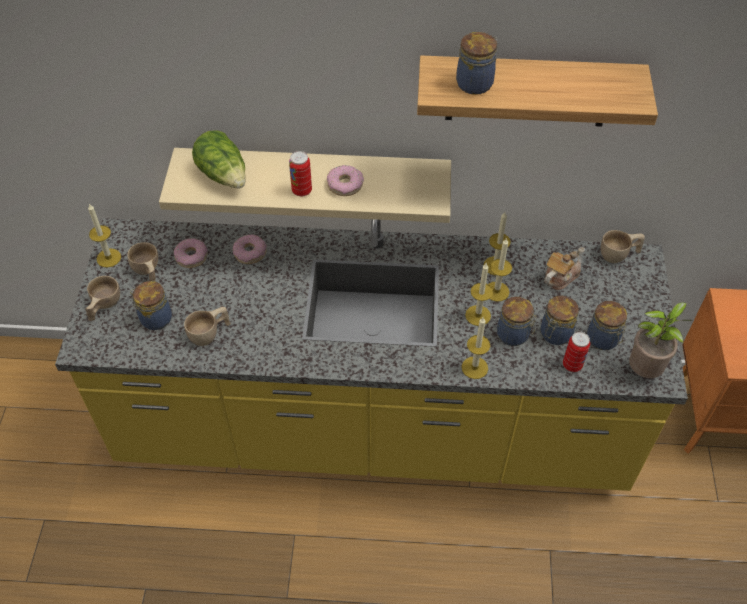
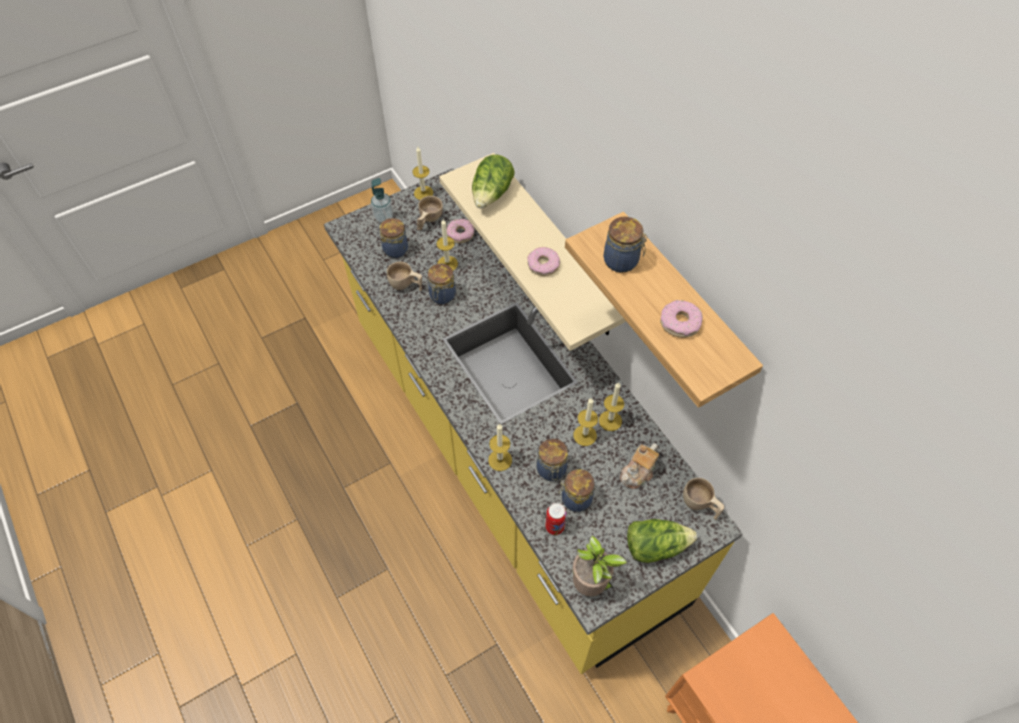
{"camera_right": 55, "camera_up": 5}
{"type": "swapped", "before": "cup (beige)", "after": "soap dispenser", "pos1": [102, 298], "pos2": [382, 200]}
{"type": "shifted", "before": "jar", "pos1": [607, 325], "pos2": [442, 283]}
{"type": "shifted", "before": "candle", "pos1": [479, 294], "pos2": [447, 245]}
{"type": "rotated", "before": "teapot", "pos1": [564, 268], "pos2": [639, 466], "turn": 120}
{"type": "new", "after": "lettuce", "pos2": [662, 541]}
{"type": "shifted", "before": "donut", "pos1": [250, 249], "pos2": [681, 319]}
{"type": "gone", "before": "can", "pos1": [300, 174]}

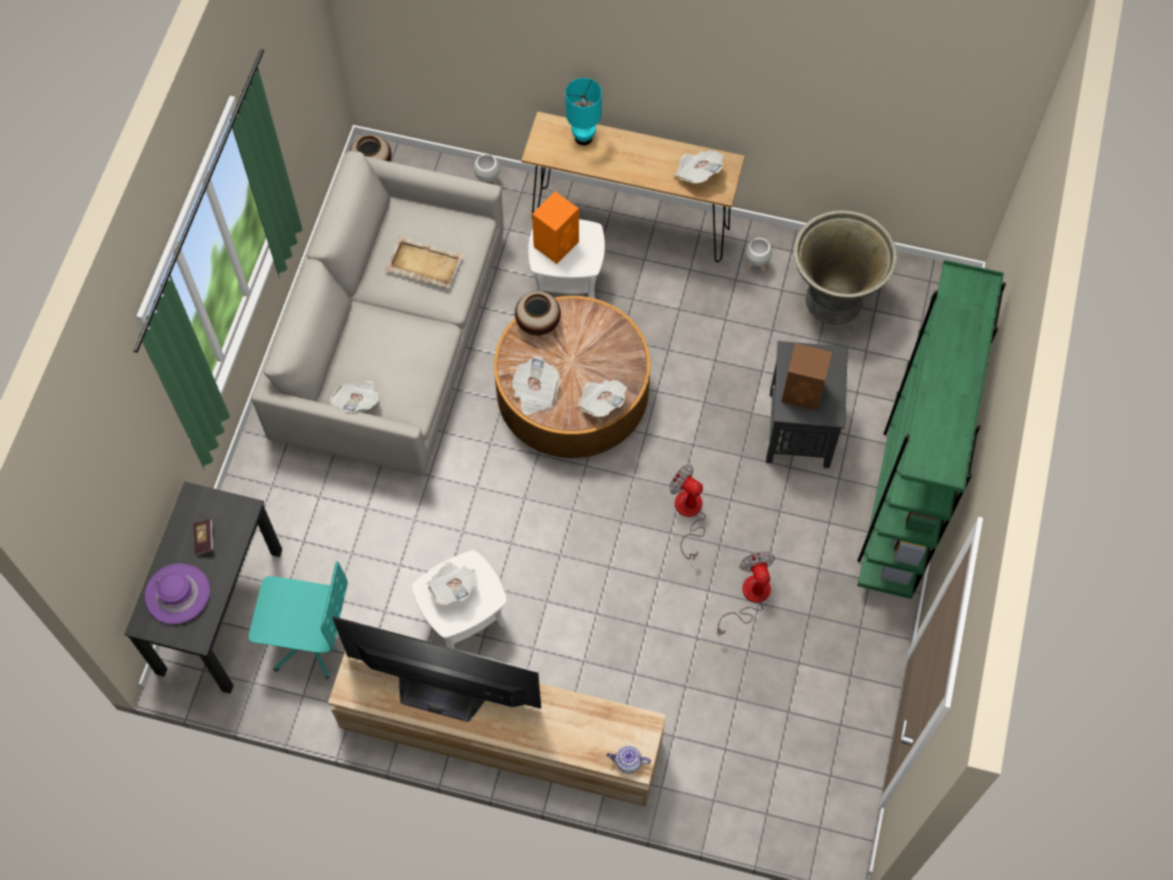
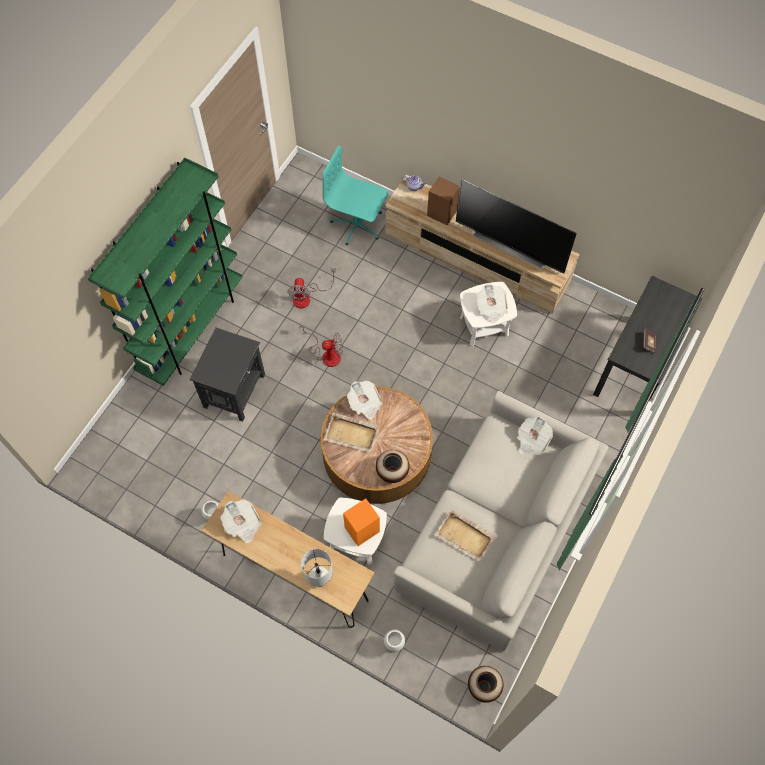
{"camera_right": -165, "camera_up": 0}
{"type": "rotated", "before": "fan", "pos1": [687, 512], "pos2": [320, 346], "turn": -60}
{"type": "repainted", "before": "table lamp (turquoise)", "after": "table lamp (white)", "pos1": [583, 111], "pos2": [317, 568]}
{"type": "shifted", "before": "office chair (turquoise)", "pos1": [298, 620], "pos2": [355, 195]}
{"type": "new", "after": "tray (beige)", "pos2": [351, 433]}
{"type": "shifted", "before": "speaker (brown)", "pos1": [806, 376], "pos2": [443, 200]}
{"type": "gone", "before": "hat (purple)", "pos1": [177, 594]}
{"type": "gone", "before": "newspaper", "pos1": [535, 386]}
{"type": "gone", "before": "planter (grey)", "pos1": [845, 267]}

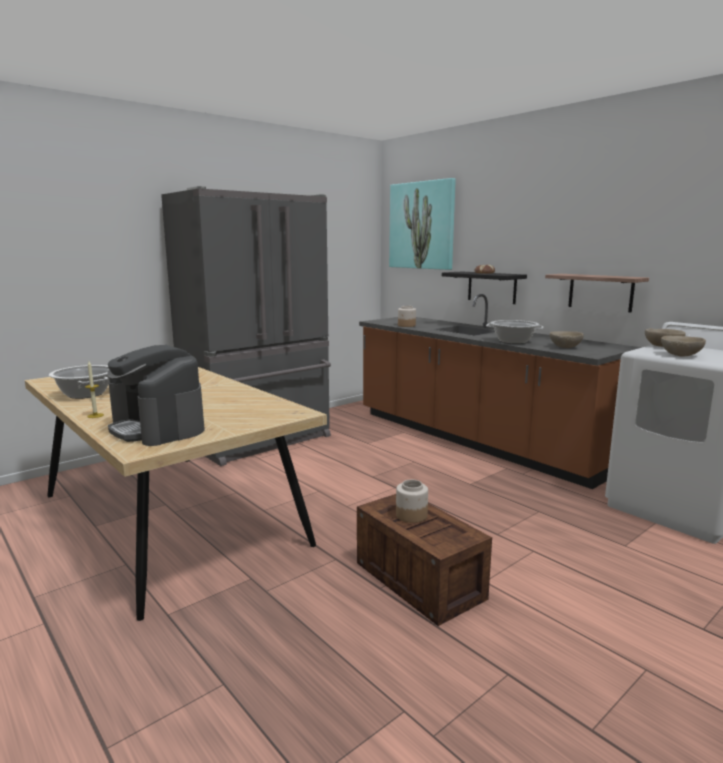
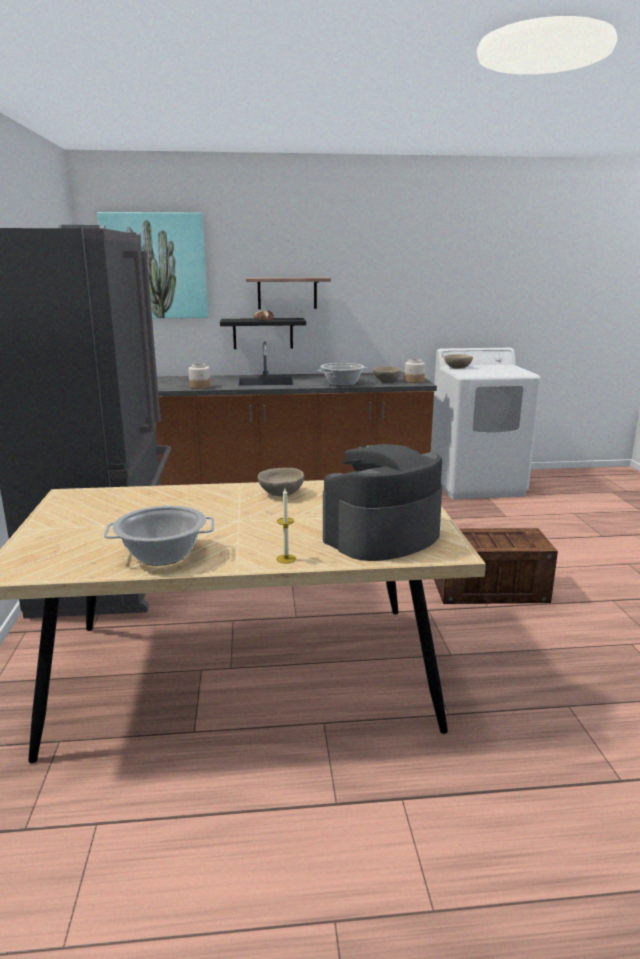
{"camera_right": -55, "camera_up": 5}
{"type": "shifted", "before": "shelf", "pos1": [597, 293], "pos2": [288, 293]}
{"type": "shifted", "before": "bowl (beige)", "pos1": [683, 346], "pos2": [281, 482]}
{"type": "rotated", "before": "coffee machine", "pos1": [156, 395], "pos2": [382, 502], "turn": 150}
{"type": "shifted", "before": "jar", "pos1": [412, 501], "pos2": [414, 371]}

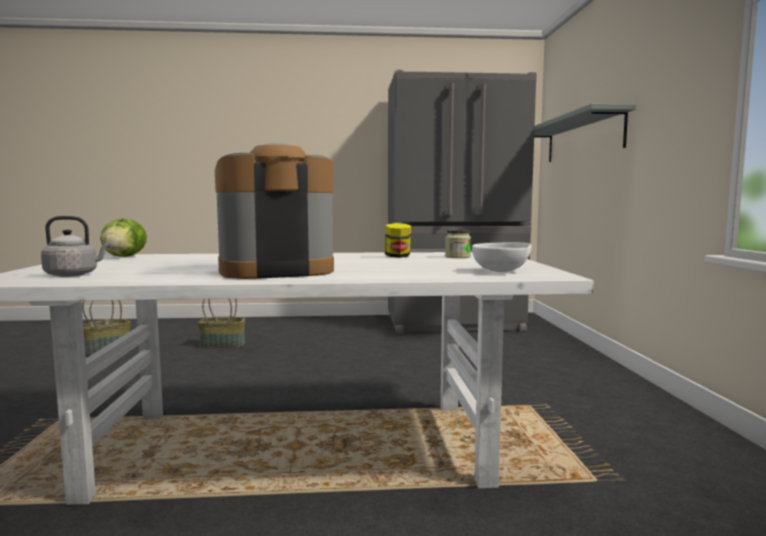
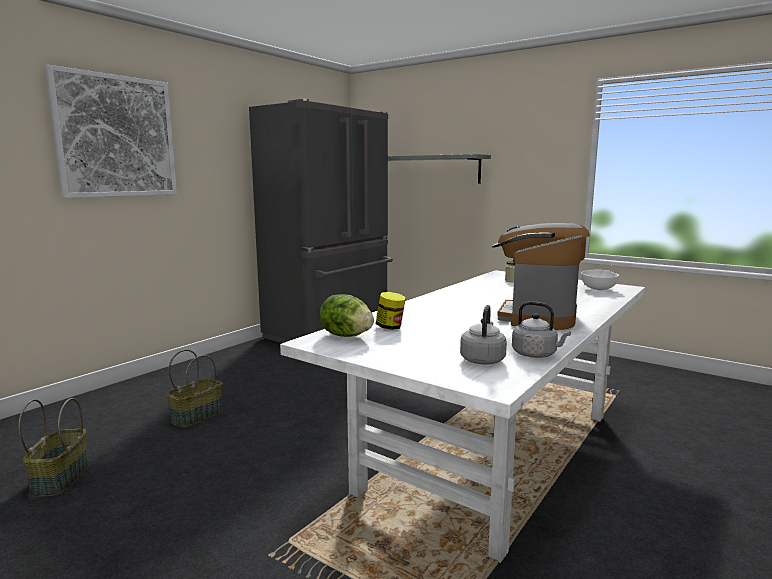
{"camera_right": -50, "camera_up": 5}
{"type": "new", "after": "picture", "pos2": [111, 131]}
{"type": "shifted", "before": "jar", "pos1": [398, 240], "pos2": [391, 311]}
{"type": "new", "after": "kettle (grey)", "pos2": [541, 329]}

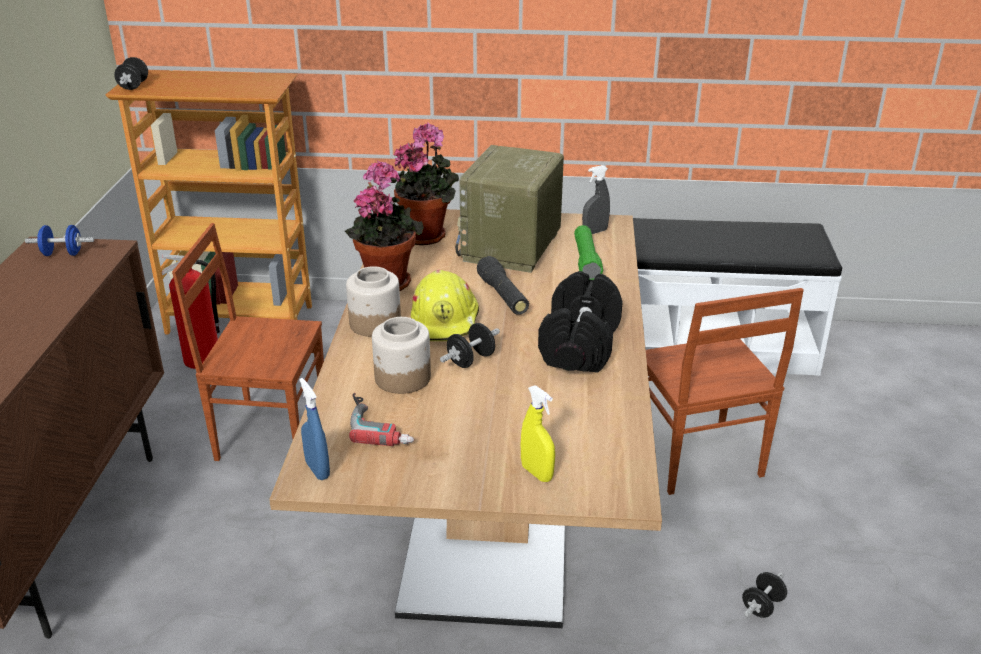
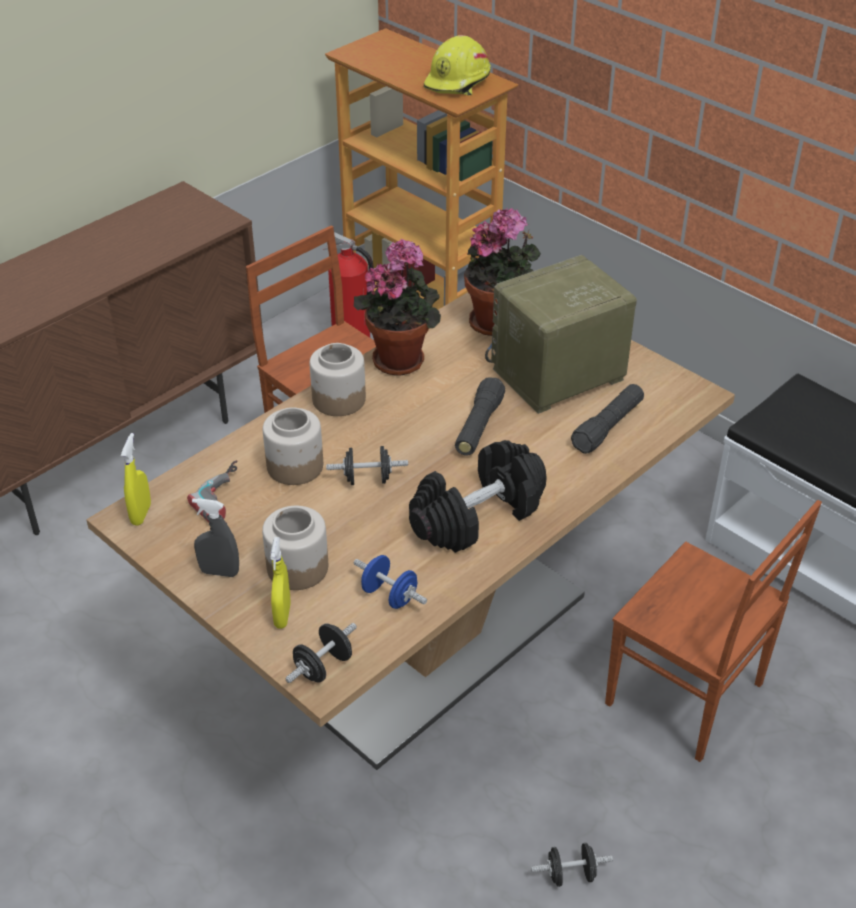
{"camera_right": 40, "camera_up": 10}
{"type": "repainted", "before": "spray bottle (blue)", "after": "spray bottle (yellow)", "pos1": [315, 429], "pos2": [136, 479]}
{"type": "shifted", "before": "spray bottle (grey)", "pos1": [596, 199], "pos2": [215, 537]}
{"type": "new", "after": "jar", "pos2": [295, 548]}
{"type": "shifted", "before": "dumbbell (black)", "pos1": [131, 73], "pos2": [321, 653]}
{"type": "shifted", "before": "dumbbell (blue)", "pos1": [59, 240], "pos2": [390, 582]}
{"type": "shifted", "before": "hard hat (yellow)", "pos1": [445, 305], "pos2": [457, 65]}
{"type": "repainted", "before": "flashlight (green)", "after": "flashlight (black)", "pos1": [588, 252], "pos2": [607, 419]}
{"type": "rotated", "before": "chair (brown)", "pos1": [725, 391], "pos2": [713, 631], "turn": -75}

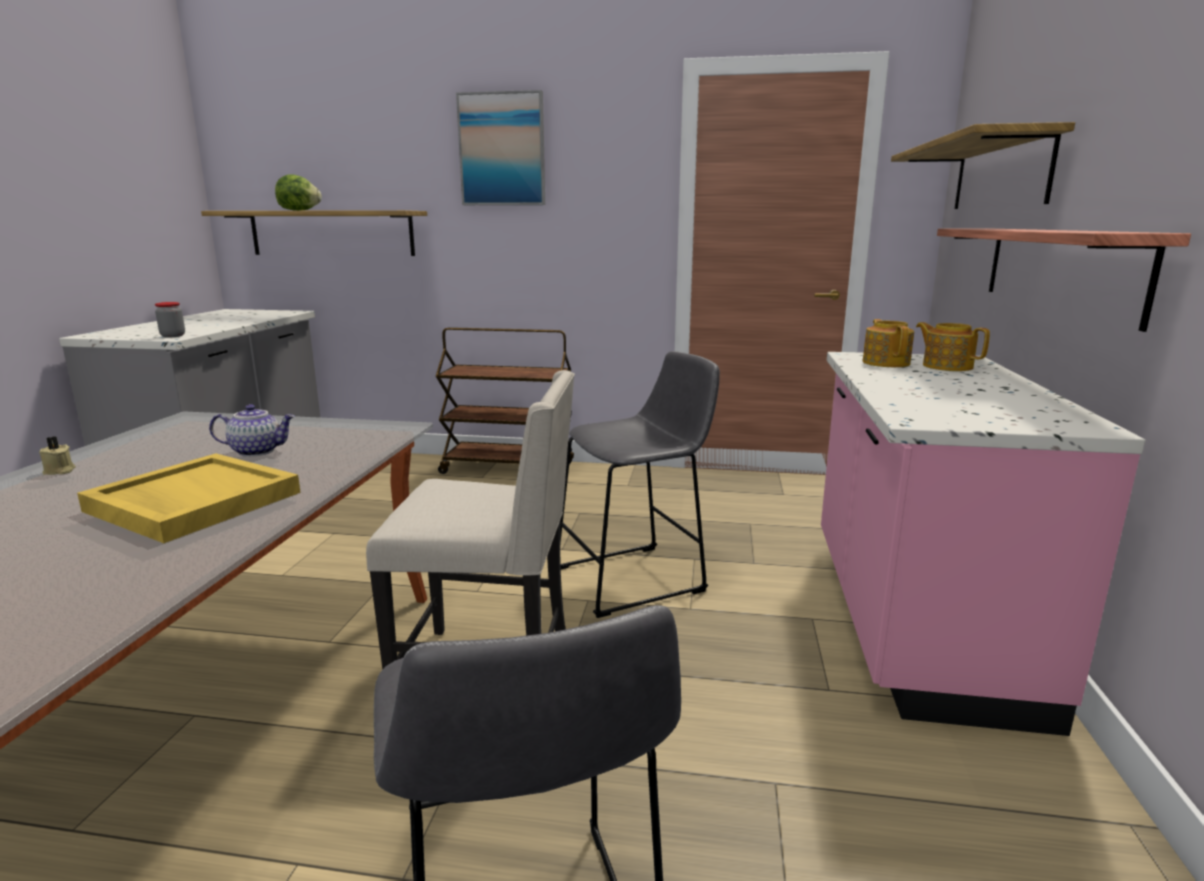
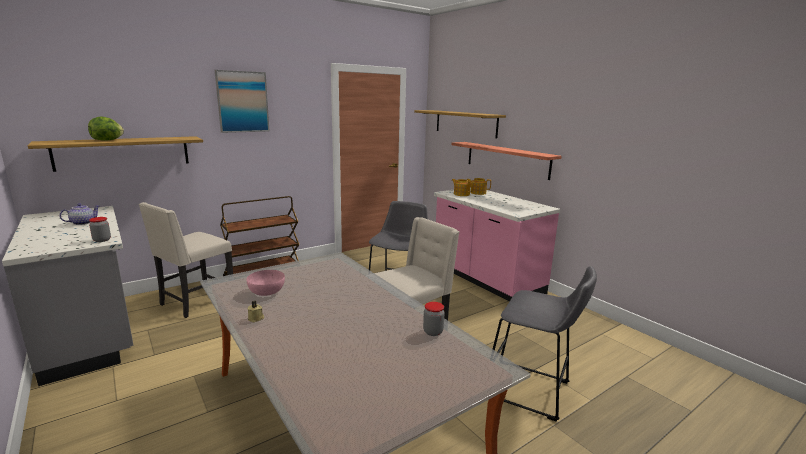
{"camera_right": -45, "camera_up": 0}
{"type": "shifted", "before": "teapot", "pos1": [252, 430], "pos2": [79, 214]}
{"type": "new", "after": "chair (beige)", "pos2": [186, 260]}
{"type": "new", "after": "bowl (pink)", "pos2": [266, 283]}
{"type": "new", "after": "jar", "pos2": [434, 319]}
{"type": "gone", "before": "tray (yellow)", "pos1": [189, 498]}

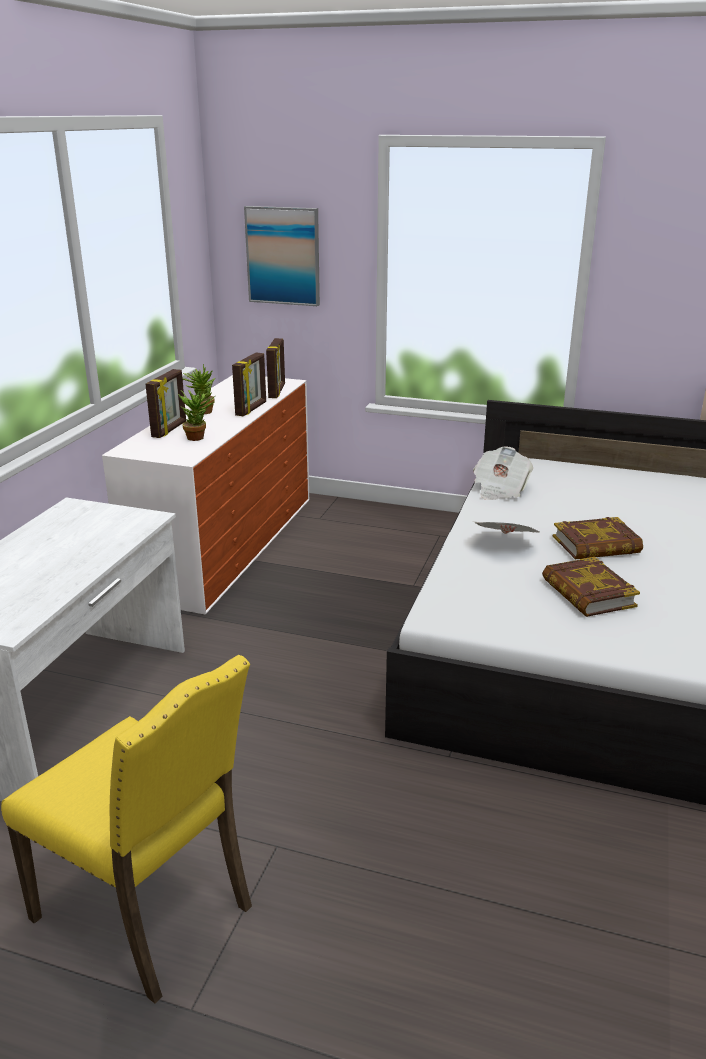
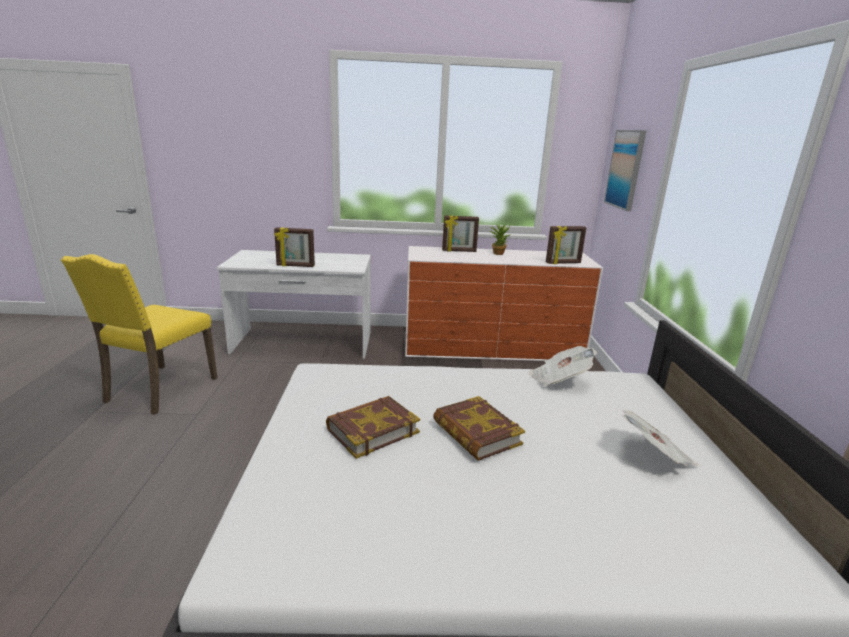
{"camera_right": 70, "camera_up": -5}
{"type": "shifted", "before": "picture frame", "pos1": [249, 384], "pos2": [294, 247]}
{"type": "shifted", "before": "newspaper", "pos1": [506, 527], "pos2": [660, 438]}
{"type": "gone", "before": "potted plant", "pos1": [197, 415]}

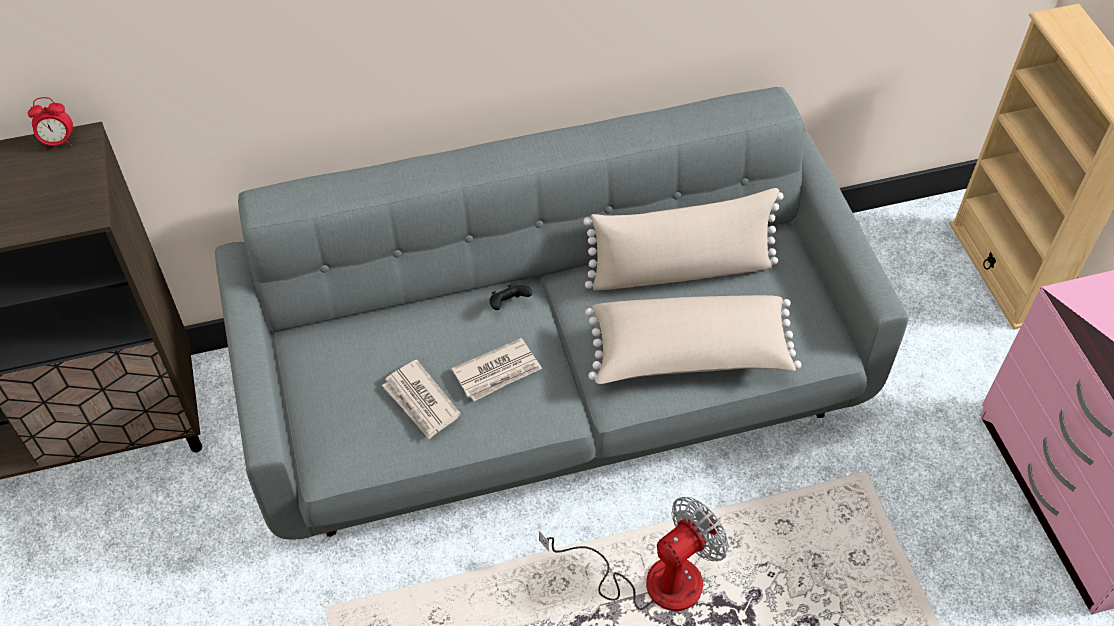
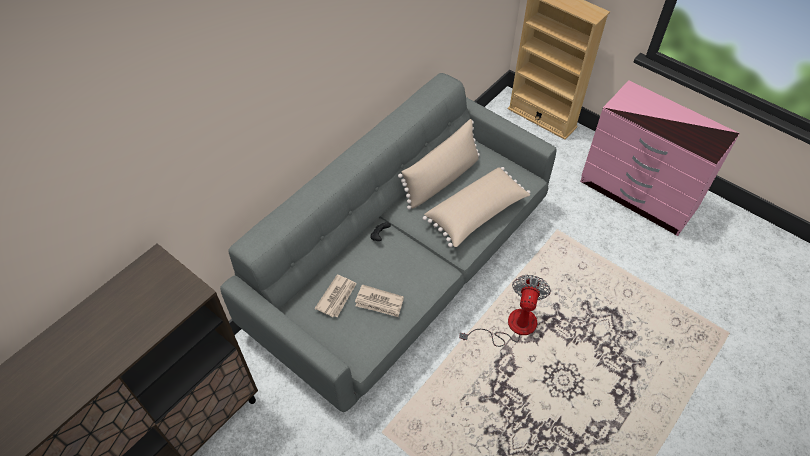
{"camera_right": -35, "camera_up": 0}
{"type": "shifted", "before": "newspaper", "pos1": [496, 369], "pos2": [336, 295]}
{"type": "gone", "before": "alarm clock", "pos1": [50, 123]}

